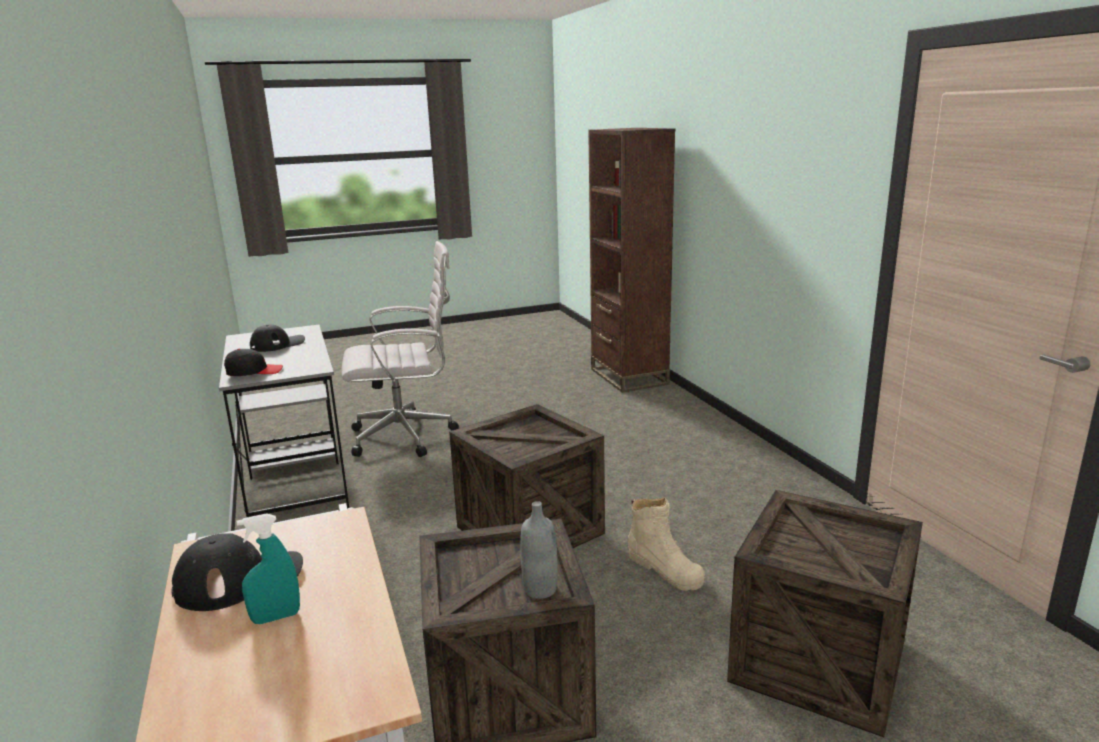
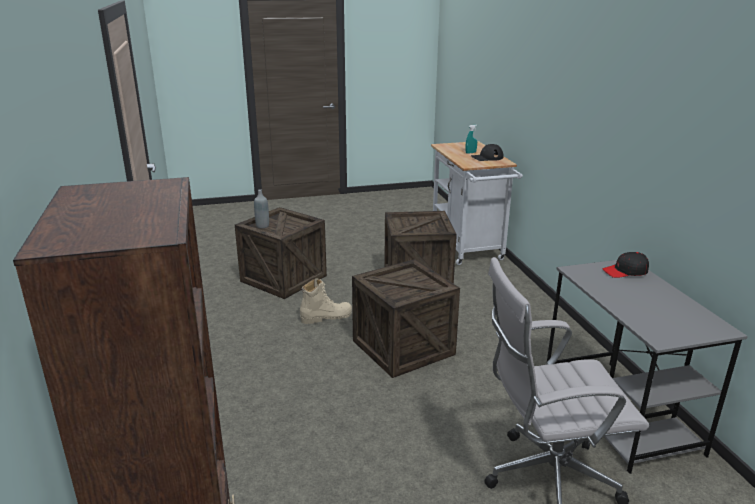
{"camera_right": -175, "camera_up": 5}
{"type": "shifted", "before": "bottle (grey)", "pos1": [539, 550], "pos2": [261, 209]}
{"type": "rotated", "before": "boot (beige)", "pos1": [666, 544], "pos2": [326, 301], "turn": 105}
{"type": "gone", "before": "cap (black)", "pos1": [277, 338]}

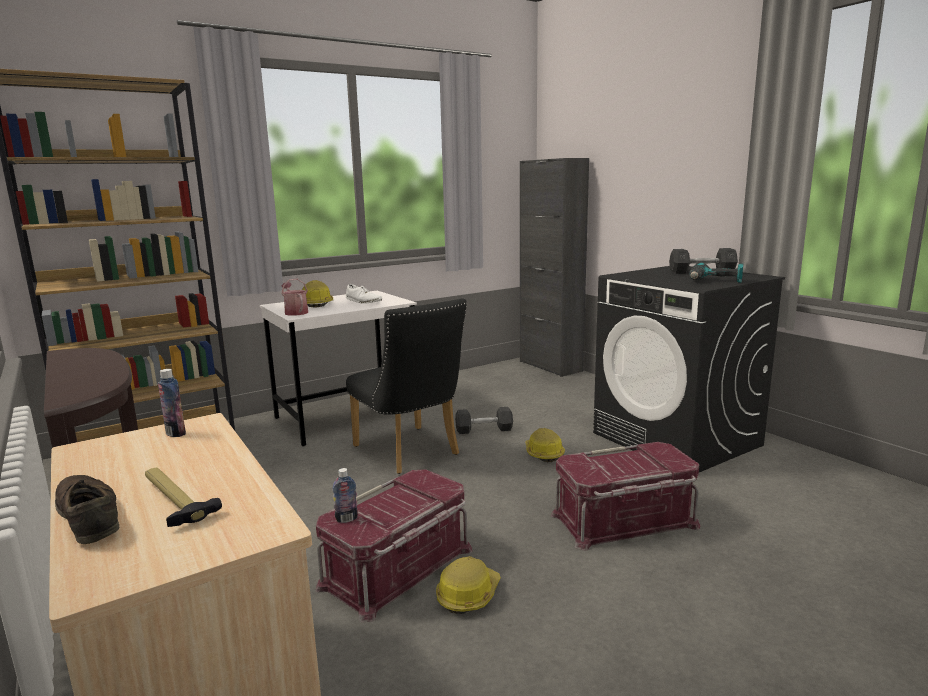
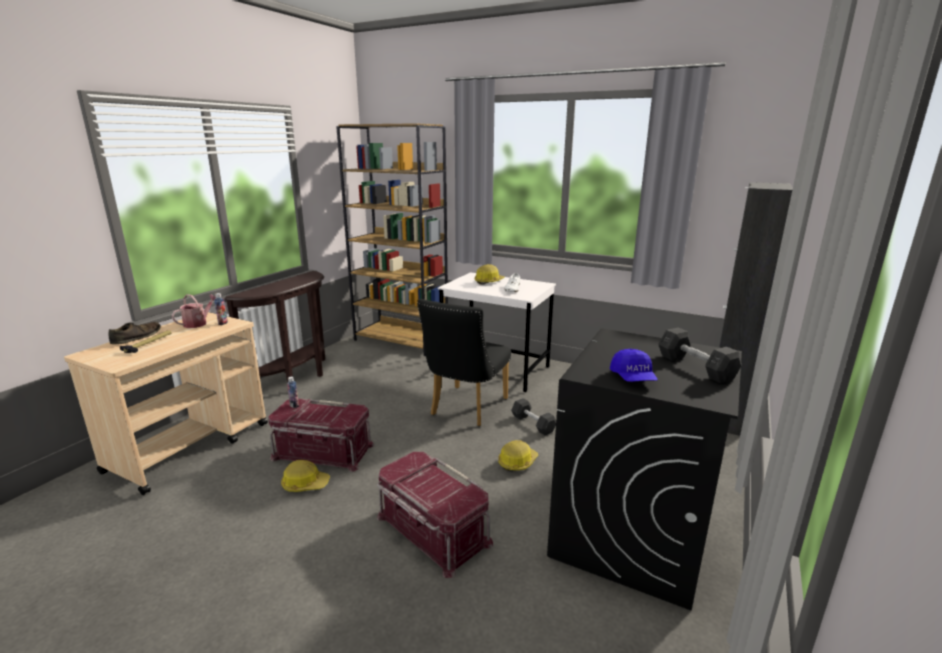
{"camera_right": 60, "camera_up": 5}
{"type": "shifted", "before": "watering can", "pos1": [294, 297], "pos2": [193, 311]}
{"type": "swapped", "before": "power drill", "after": "cap (blue)", "pos1": [716, 273], "pos2": [634, 365]}

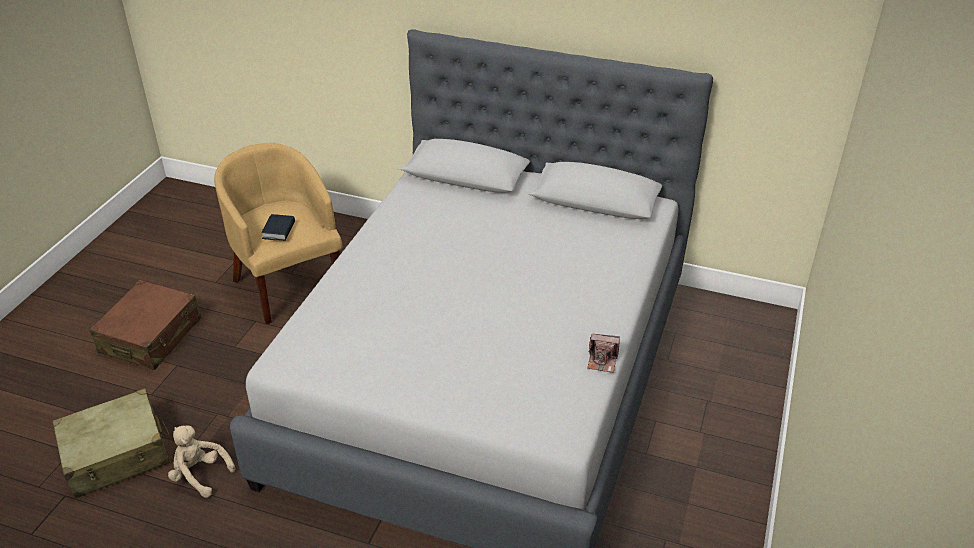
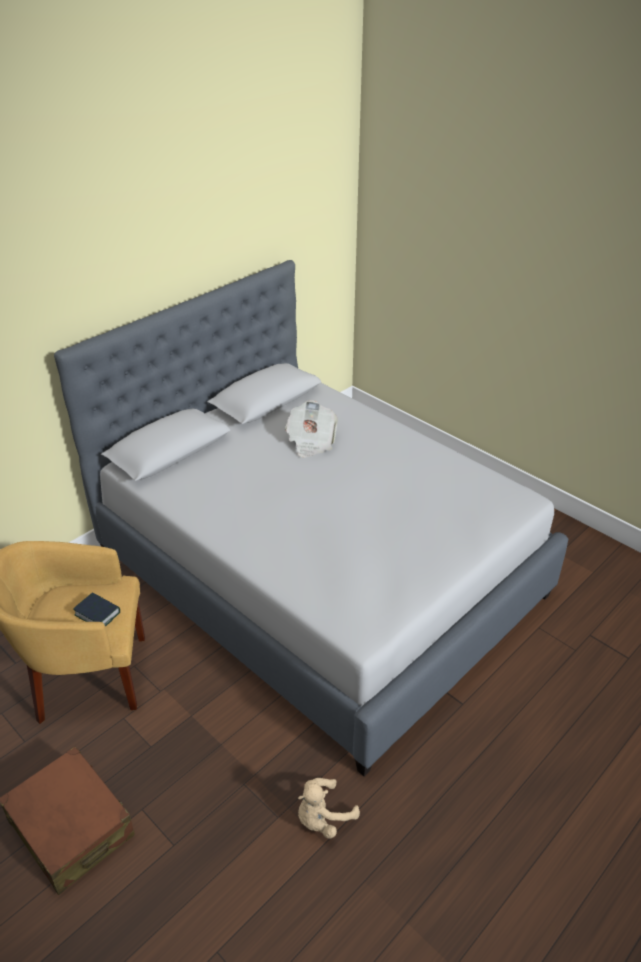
{"camera_right": -65, "camera_up": 0}
{"type": "new", "after": "newspaper", "pos2": [311, 429]}
{"type": "gone", "before": "suitcase (beige)", "pos1": [111, 443]}
{"type": "gone", "before": "photo camera", "pos1": [603, 353]}

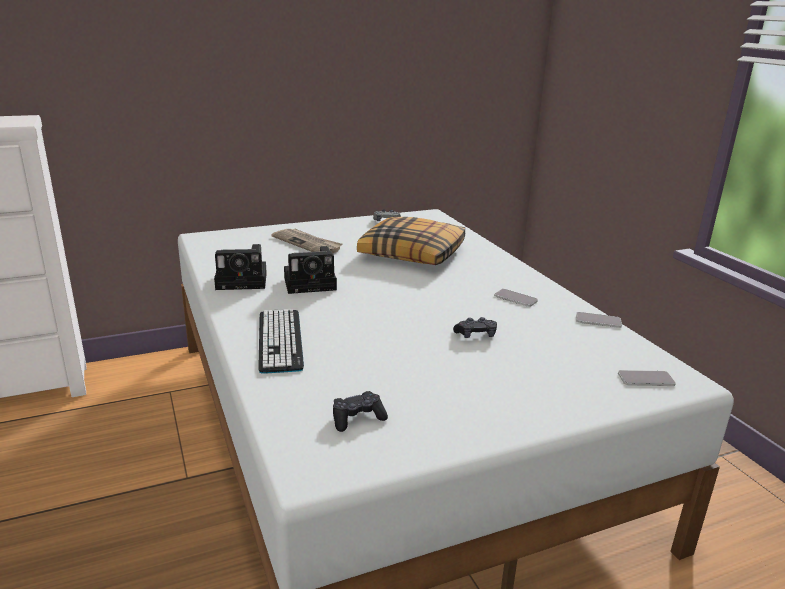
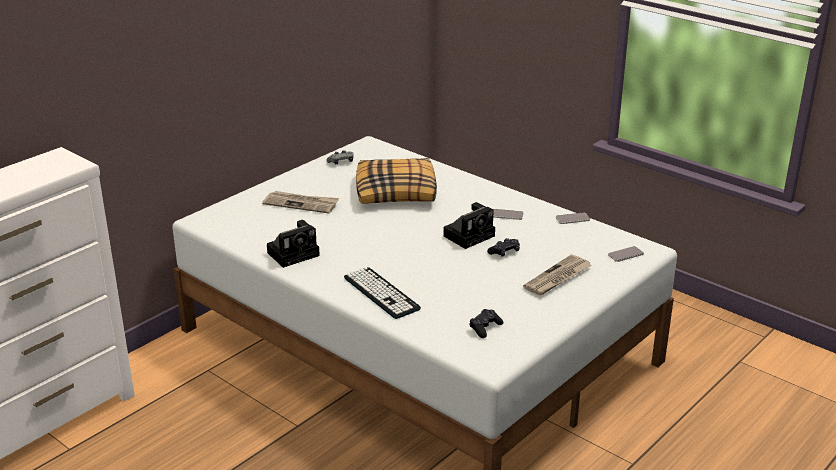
{"camera_right": -25, "camera_up": 5}
{"type": "shifted", "before": "photo camera", "pos1": [310, 270], "pos2": [469, 225]}
{"type": "new", "after": "newspaper", "pos2": [557, 274]}

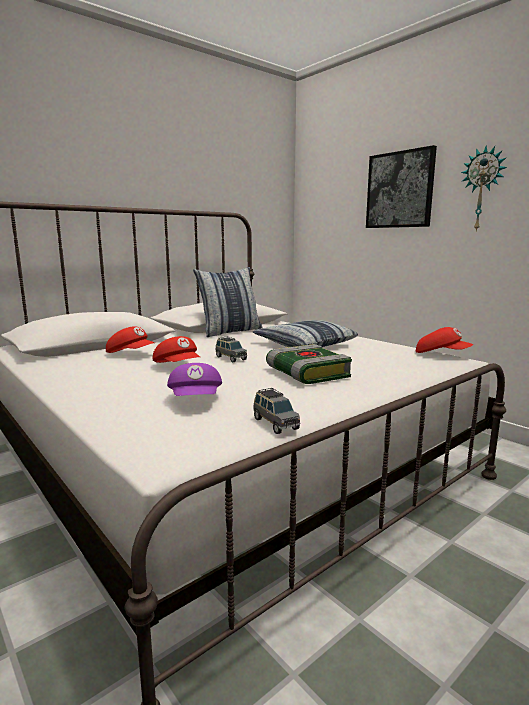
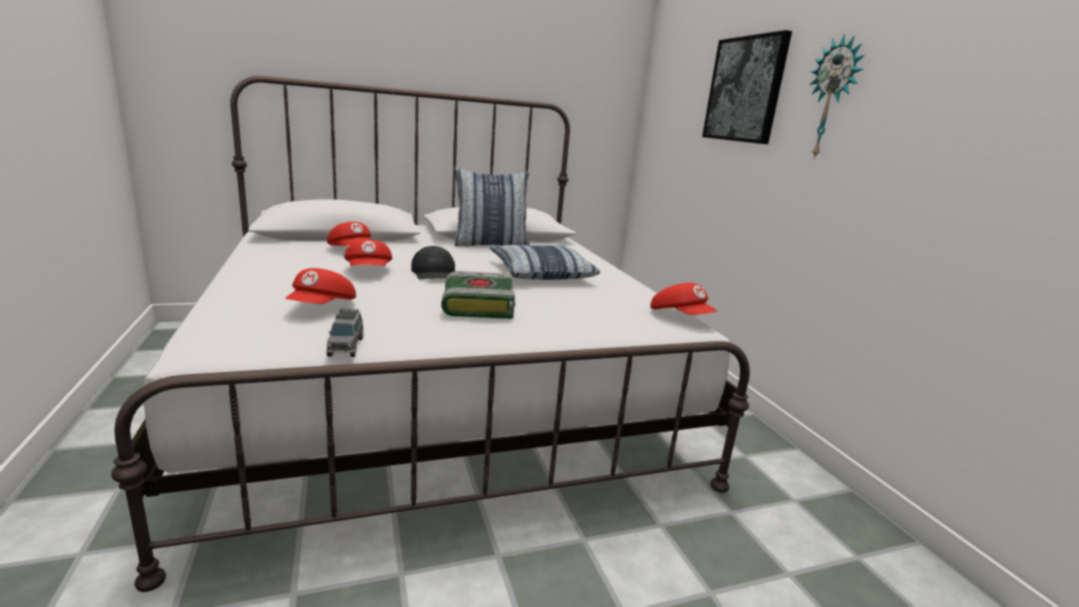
{"camera_right": 20, "camera_up": 5}
{"type": "repainted", "before": "cap (purple)", "after": "cap (red)", "pos1": [194, 379], "pos2": [320, 286]}
{"type": "swapped", "before": "toy car (grey)", "after": "cap (black)", "pos1": [231, 349], "pos2": [433, 262]}

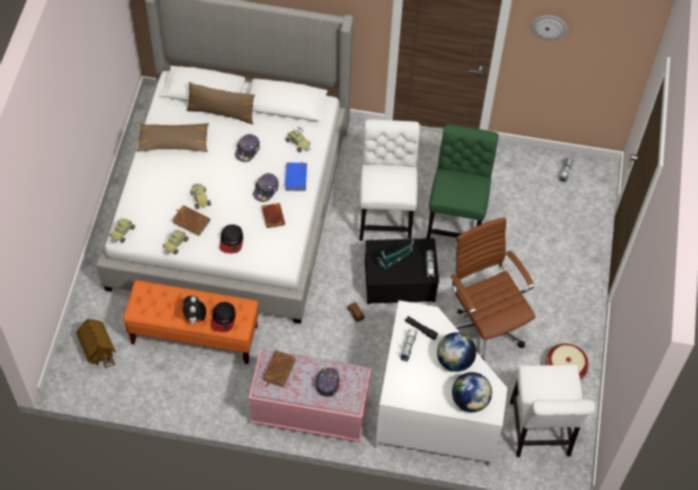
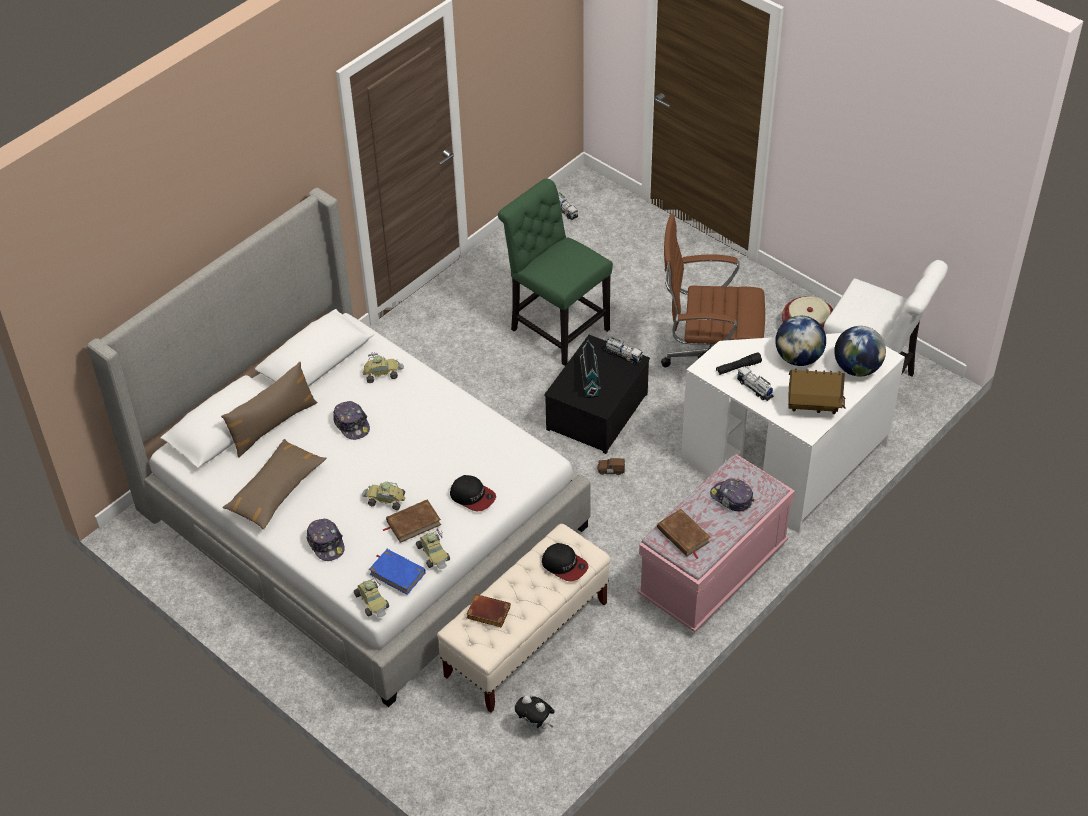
{"camera_right": -55, "camera_up": -10}
{"type": "shifted", "before": "cap", "pos1": [266, 187], "pos2": [325, 540]}
{"type": "shifted", "before": "book (blue)", "pos1": [296, 176], "pos2": [397, 572]}
{"type": "repainted", "before": "bench (orange)", "after": "bench (beige)", "pos1": [191, 322], "pos2": [524, 618]}
{"type": "shifted", "before": "book (brown)", "pos1": [273, 215], "pos2": [488, 611]}
{"type": "shifted", "before": "plush toy", "pos1": [194, 310], "pos2": [535, 712]}
{"type": "shifted", "before": "toy house", "pos1": [96, 344], "pos2": [817, 391]}
{"type": "gone", "before": "chair (white)", "pos1": [390, 180]}
{"type": "gone", "before": "wall clock", "pos1": [549, 27]}

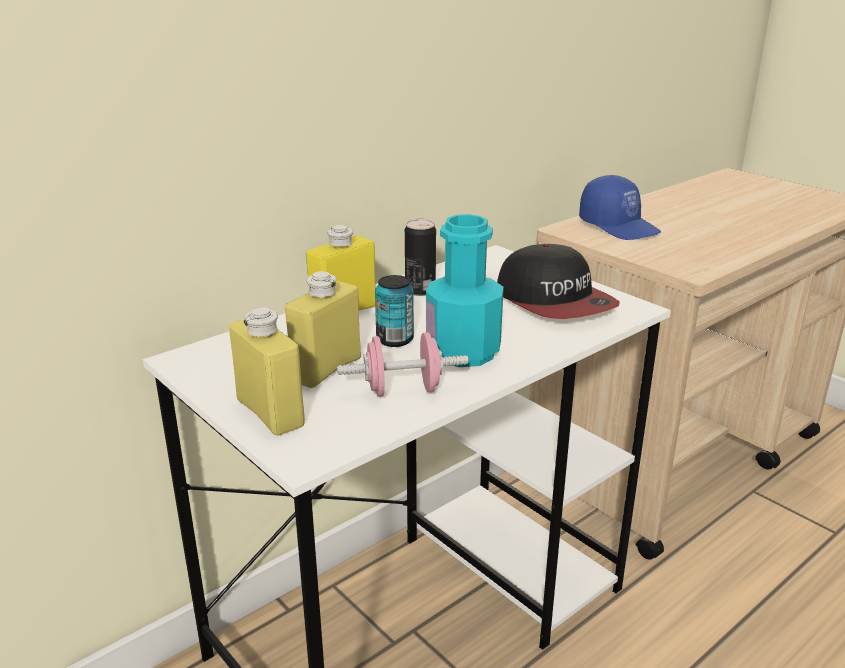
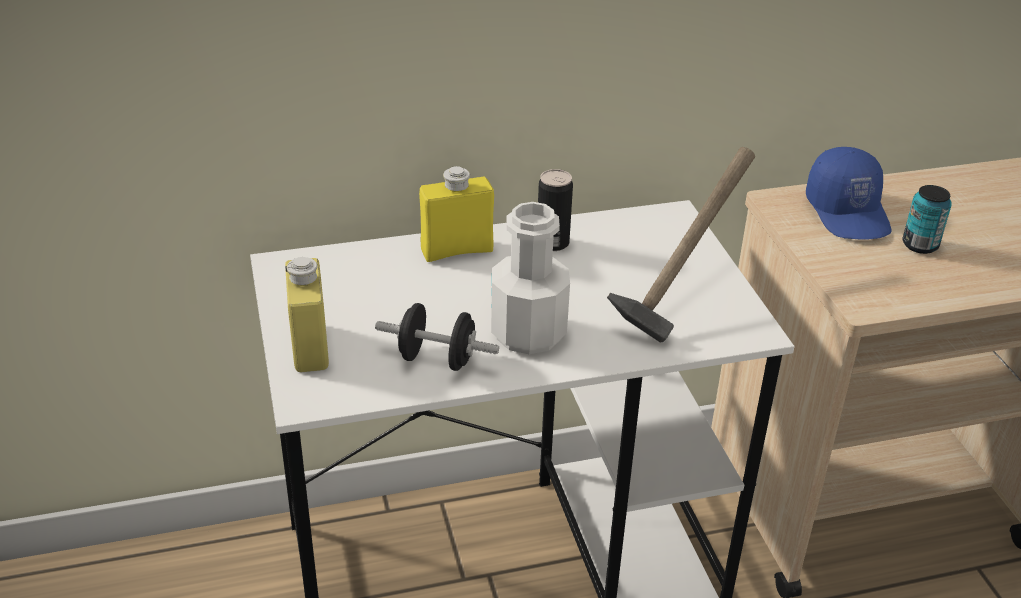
{"camera_right": 25, "camera_up": 10}
{"type": "repainted", "before": "dumbbell (pink)", "after": "dumbbell (black)", "pos1": [402, 364], "pos2": [437, 337]}
{"type": "repainted", "before": "bottle (turquoise)", "after": "bottle (white)", "pos1": [465, 290], "pos2": [530, 278]}
{"type": "swapped", "before": "cap", "after": "hammer", "pos1": [558, 281], "pos2": [681, 244]}
{"type": "shifted", "before": "can", "pos1": [394, 311], "pos2": [927, 219]}
{"type": "gone", "before": "bottle (yellow)", "pos1": [323, 329]}

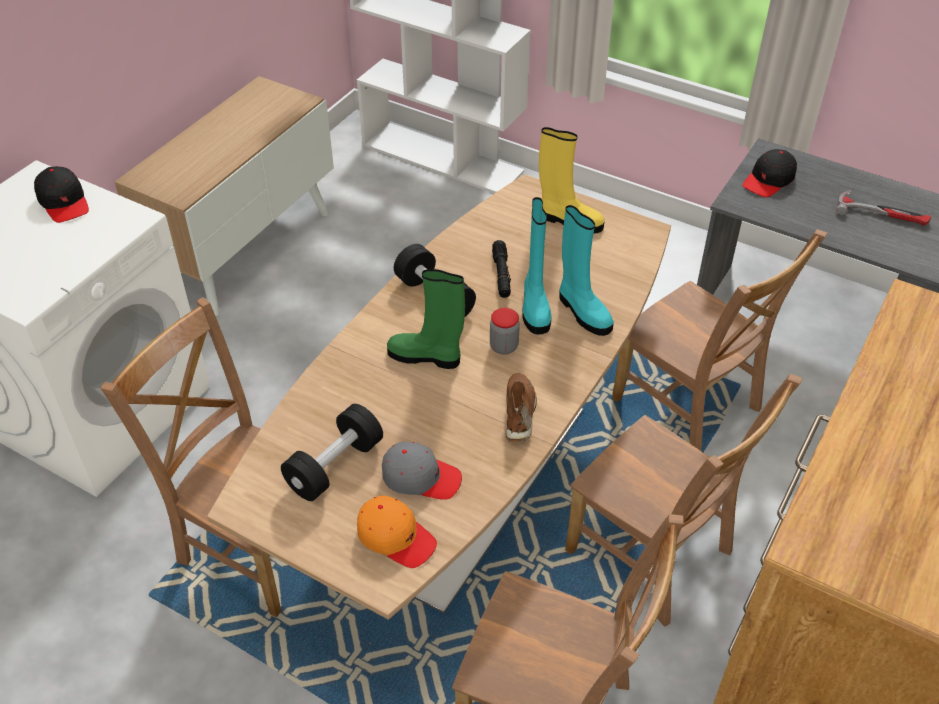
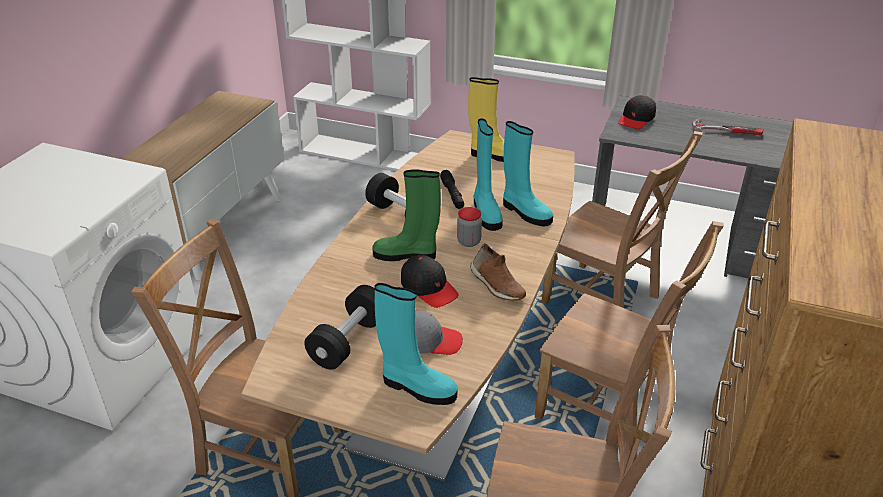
{"camera_right": -10, "camera_up": -10}
{"type": "swapped", "before": "cap (orange)", "after": "boot (turquoise)", "pos1": [397, 531], "pos2": [415, 344]}
{"type": "shifted", "before": "cap (black)", "pos1": [61, 194], "pos2": [430, 281]}
{"type": "rotated", "before": "shoe (brown)", "pos1": [521, 407], "pos2": [498, 272], "turn": 150}

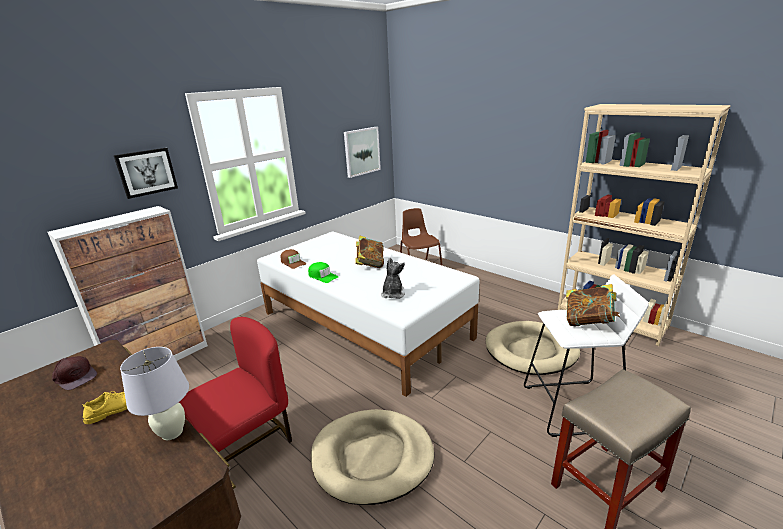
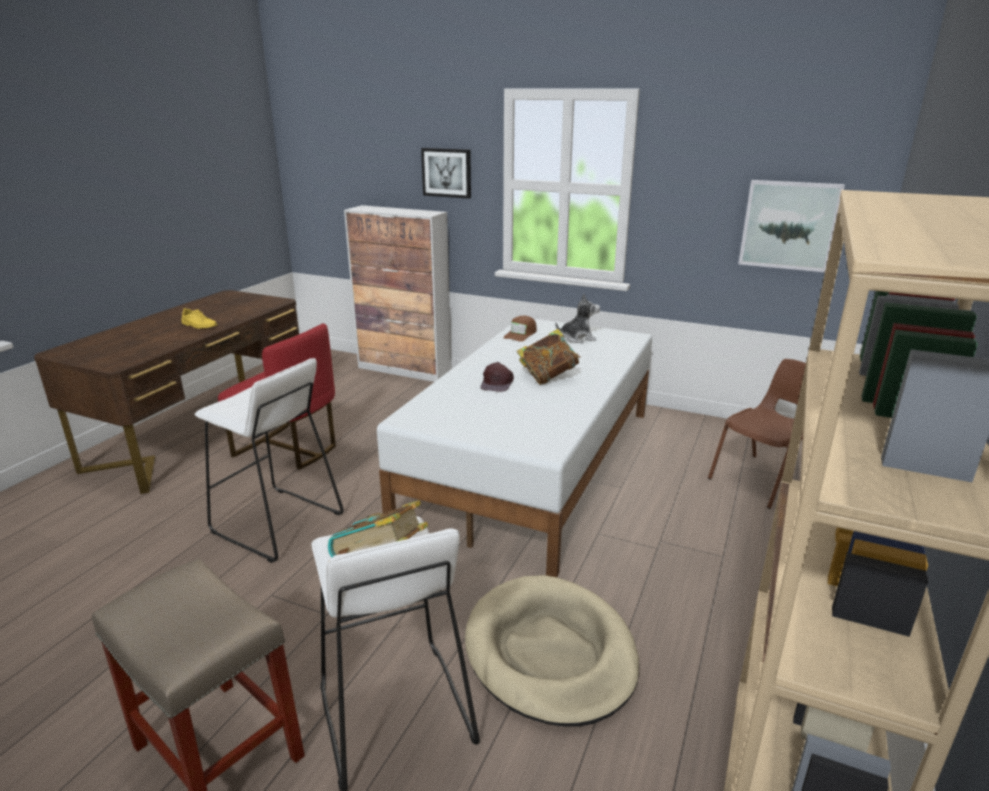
{"camera_right": 70, "camera_up": 0}
{"type": "swapped", "before": "dog bed (beige)", "after": "stool (white)", "pos1": [372, 457], "pos2": [269, 460]}
{"type": "shifted", "before": "cap (brown)", "pos1": [74, 373], "pos2": [497, 377]}
{"type": "shifted", "before": "plush toy", "pos1": [393, 278], "pos2": [577, 318]}
{"type": "gone", "before": "table lamp (white)", "pos1": [154, 393]}
{"type": "gone", "before": "cap (green)", "pos1": [323, 272]}

